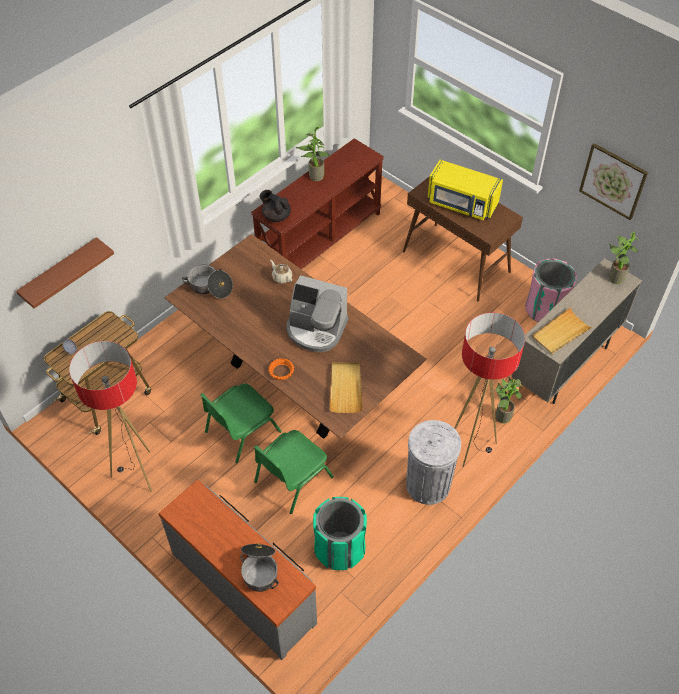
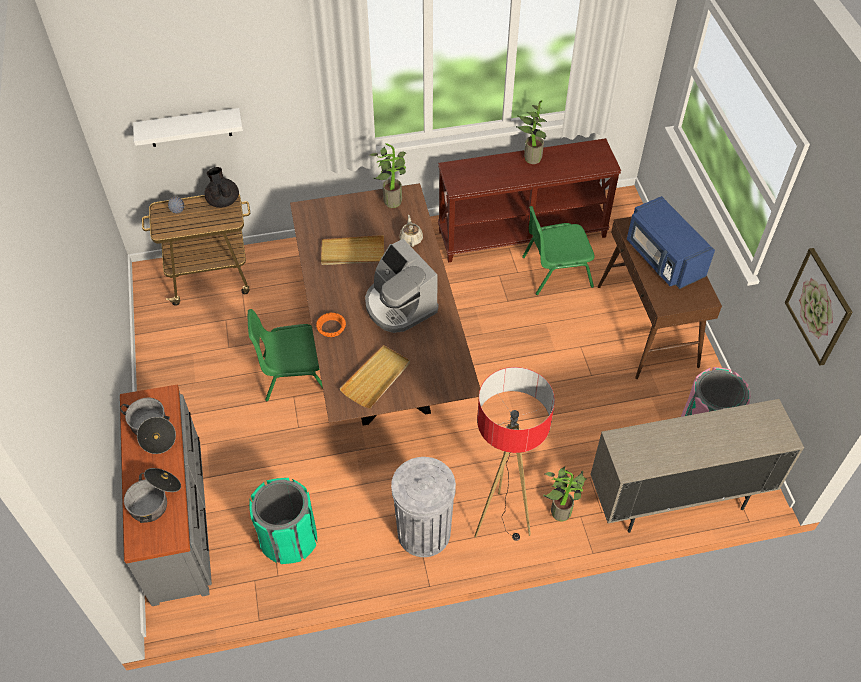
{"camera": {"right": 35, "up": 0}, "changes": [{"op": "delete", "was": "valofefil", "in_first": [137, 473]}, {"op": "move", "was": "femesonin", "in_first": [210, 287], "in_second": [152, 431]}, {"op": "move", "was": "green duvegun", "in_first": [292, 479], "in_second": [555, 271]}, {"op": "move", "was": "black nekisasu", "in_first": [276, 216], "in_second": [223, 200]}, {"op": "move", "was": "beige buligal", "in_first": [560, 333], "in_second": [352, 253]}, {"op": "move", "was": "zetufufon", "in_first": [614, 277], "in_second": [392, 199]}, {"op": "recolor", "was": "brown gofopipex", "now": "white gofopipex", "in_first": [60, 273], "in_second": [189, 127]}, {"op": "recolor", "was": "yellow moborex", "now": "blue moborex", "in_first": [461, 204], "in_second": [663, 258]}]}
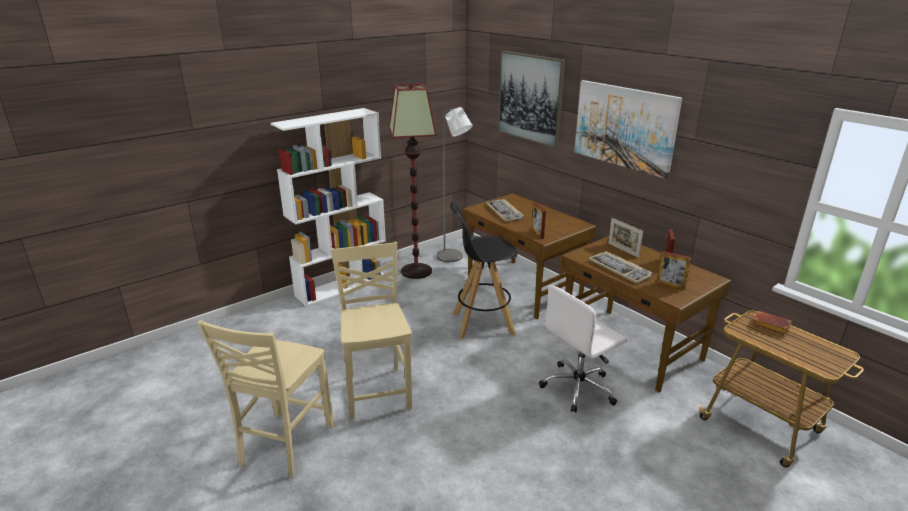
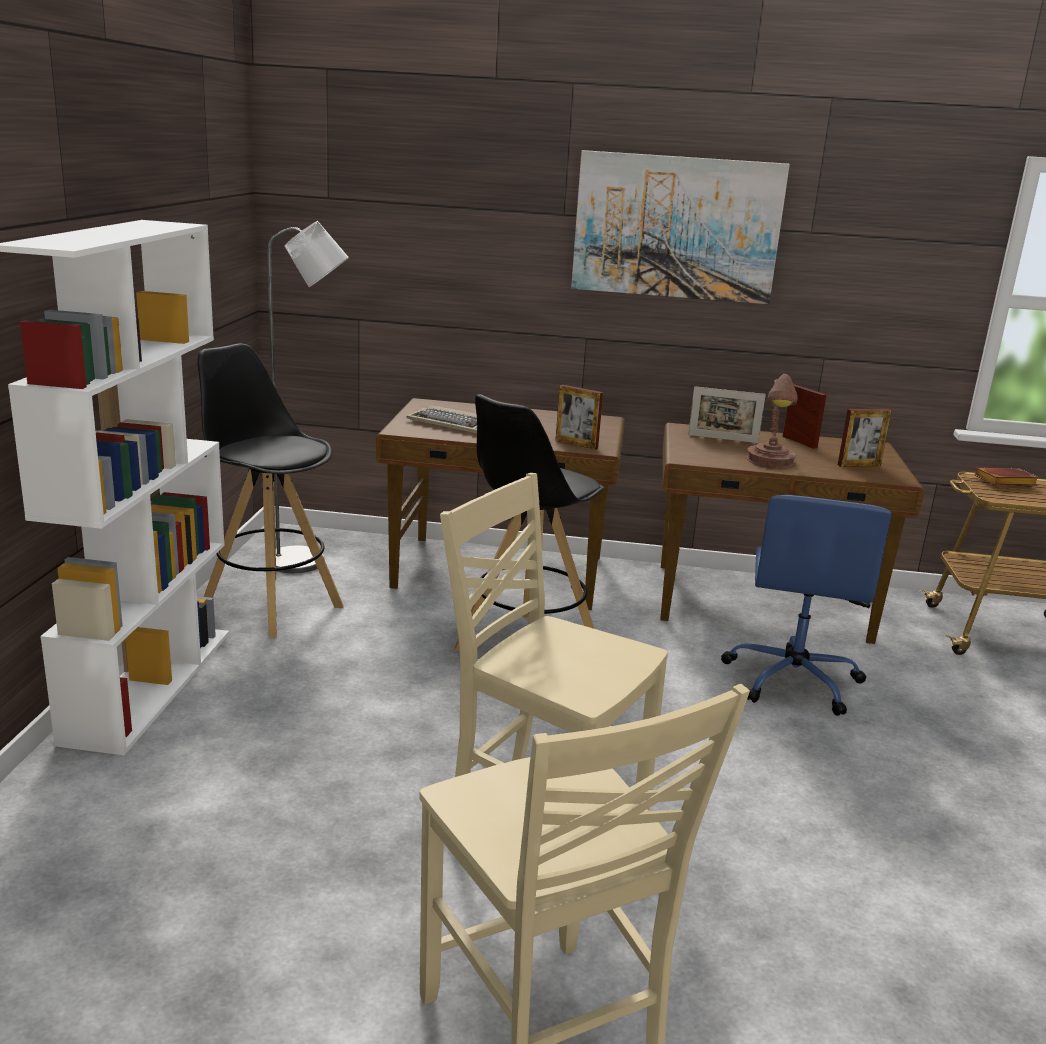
{"camera": {"right": -45, "up": -5}, "changes": [{"op": "delete", "was": "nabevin", "in_first": [530, 98]}, {"op": "replace", "was": "valofefil", "now": "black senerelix", "in_first": [416, 271], "in_second": [271, 604]}, {"op": "replace", "was": "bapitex", "now": "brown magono", "in_first": [620, 269], "in_second": [770, 461]}, {"op": "recolor", "was": "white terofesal", "now": "blue terofesal", "in_first": [579, 388], "in_second": [793, 680]}]}
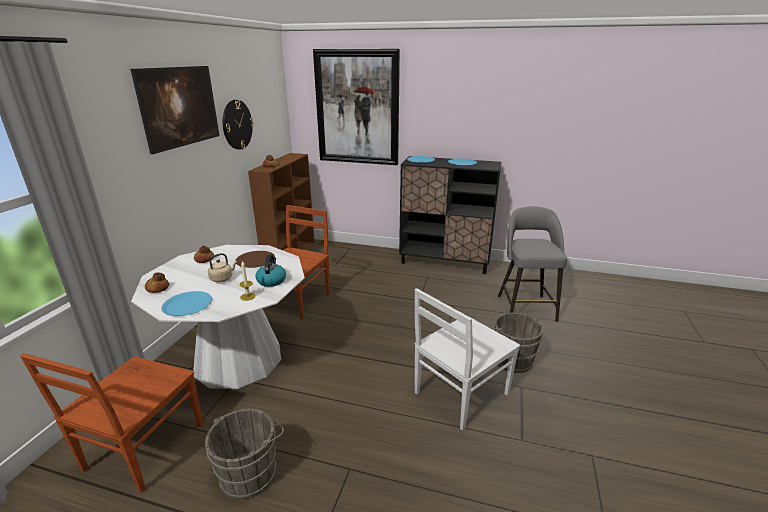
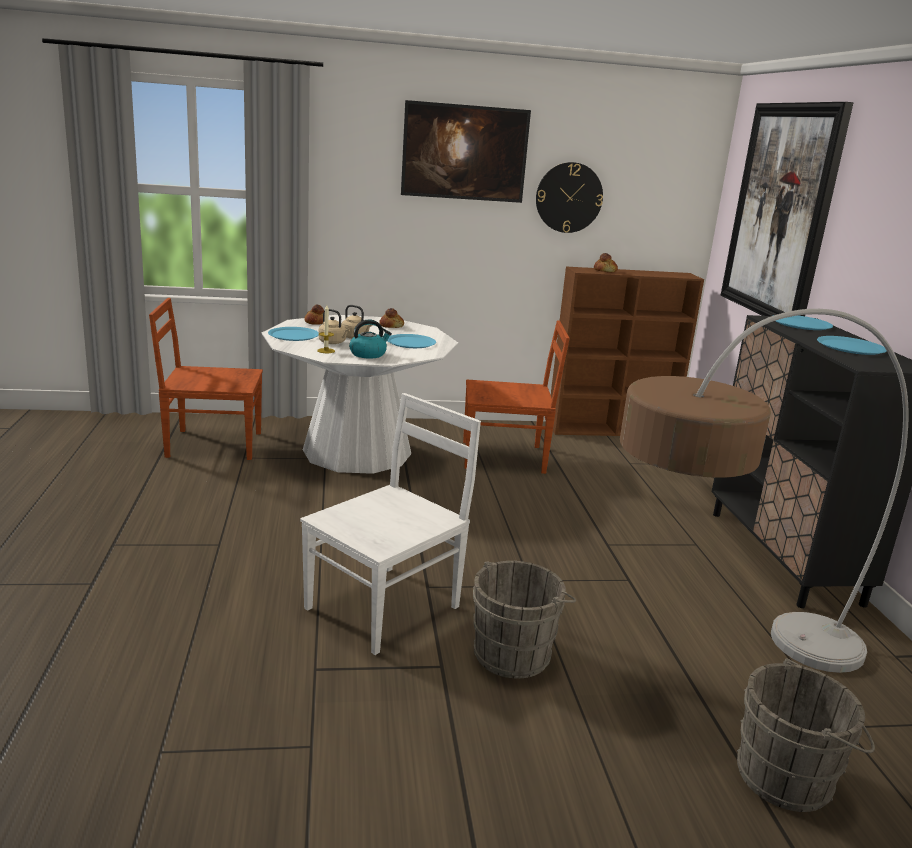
{"camera": {"right": 65, "up": -5}, "changes": [{"op": "insert", "now": "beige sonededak", "in_second": [333, 342]}, {"op": "move", "was": "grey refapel", "in_first": [251, 472], "in_second": [790, 778]}, {"op": "replace", "was": "grey senerelix", "now": "valofefil", "in_first": [525, 307], "in_second": [720, 667]}, {"op": "recolor", "was": "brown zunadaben", "now": "blue zunadaben", "in_first": [255, 260], "in_second": [411, 342]}, {"op": "rotate", "was": "white duvegun", "in_first": [459, 394], "in_second": [386, 606], "clockwise": 105}]}
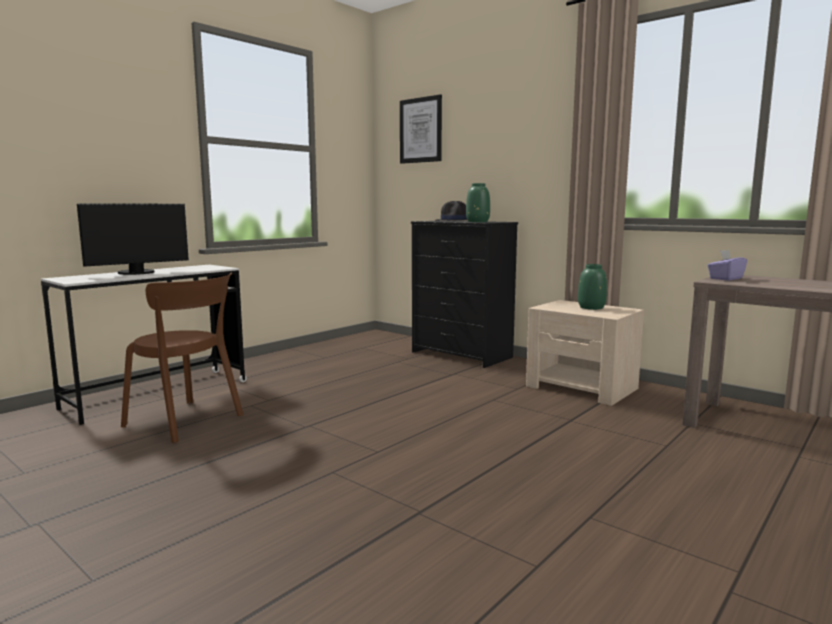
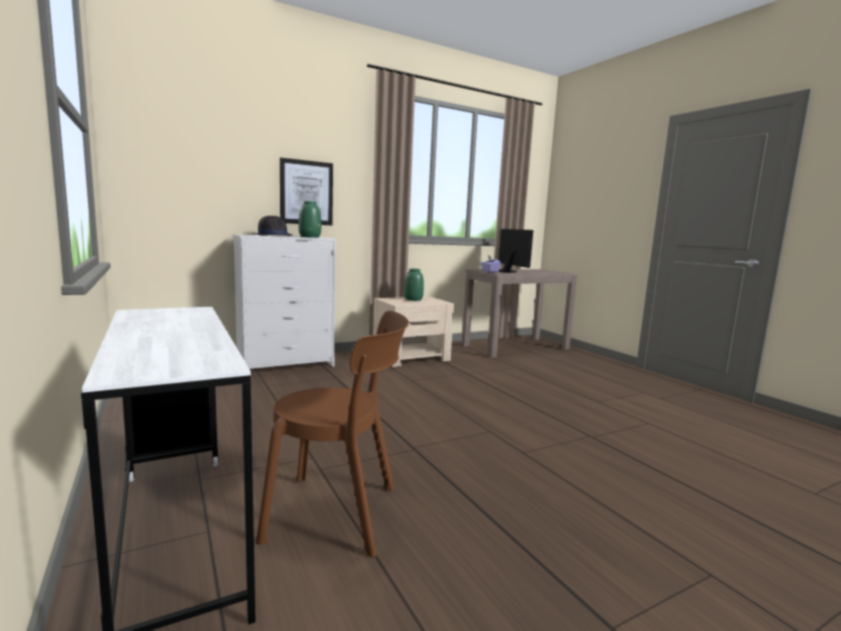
{"camera": {"right": -70, "up": 0}, "changes": [{"op": "move", "was": "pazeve", "in_first": [137, 273], "in_second": [508, 271]}, {"op": "move", "was": "nabevin", "in_first": [421, 130], "in_second": [306, 192]}, {"op": "recolor", "was": "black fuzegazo", "now": "white fuzegazo", "in_first": [462, 355], "in_second": [286, 364]}, {"op": "rotate", "was": "brown duvegun", "in_first": [187, 422], "in_second": [339, 514], "clockwise": 45}]}
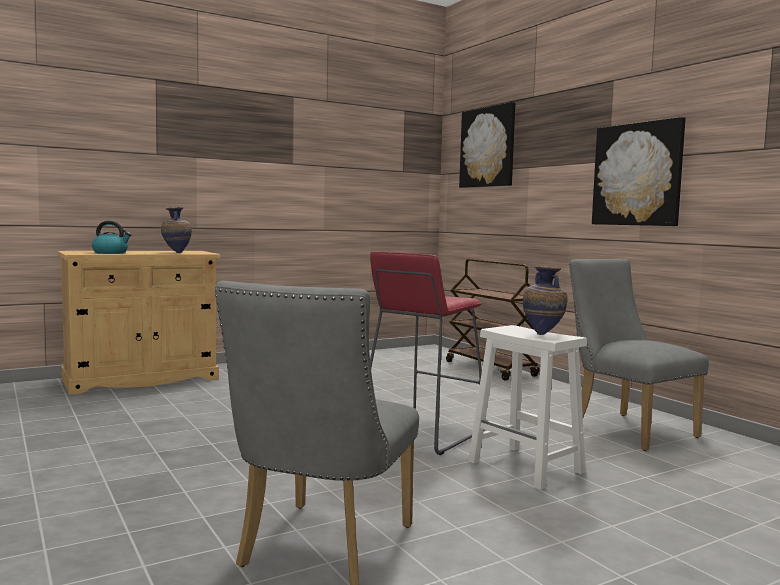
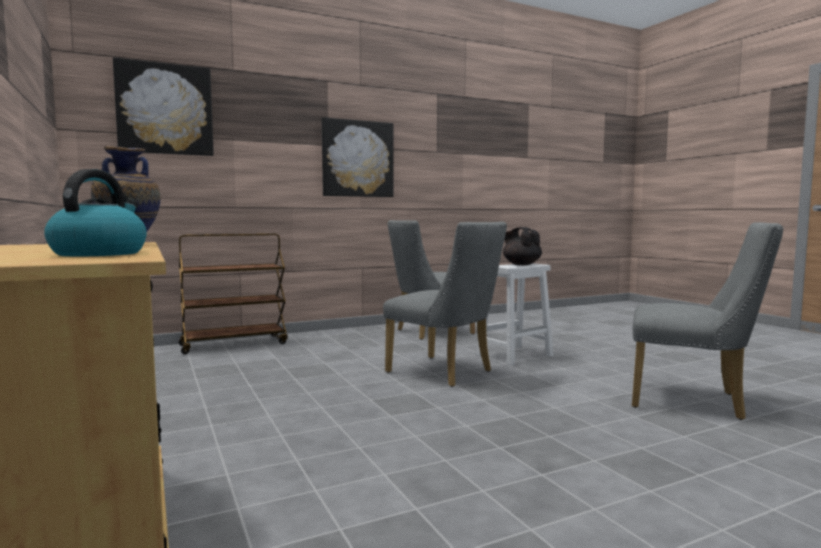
{"camera": {"right": -85, "up": 0}, "changes": [{"op": "replace", "was": "red senerelix", "now": "grey duvegun", "in_first": [421, 433], "in_second": [446, 373]}, {"op": "replace", "was": "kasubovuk", "now": "black nekisasu", "in_first": [543, 334], "in_second": [521, 264]}]}
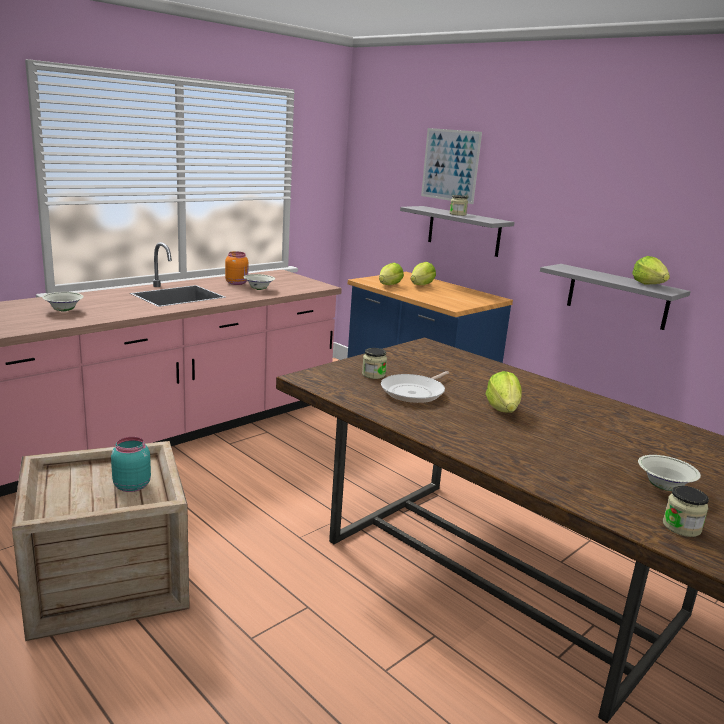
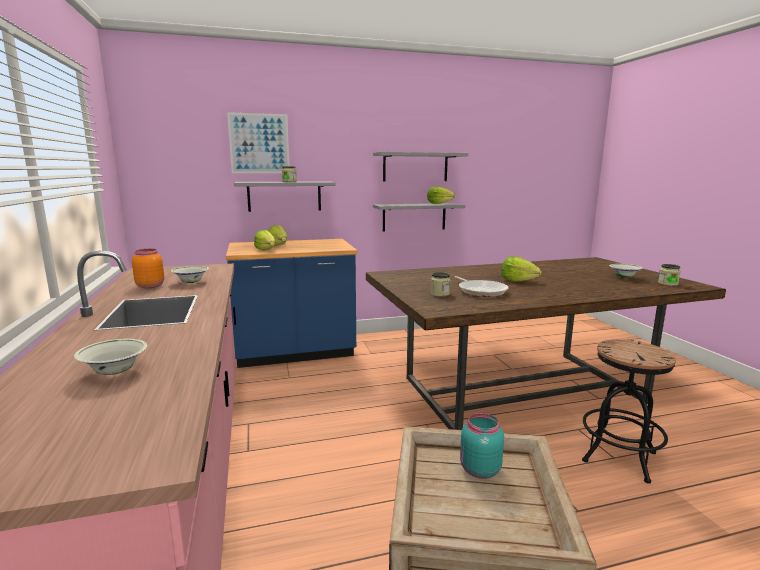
{"camera": {"right": -60, "up": -5}, "changes": [{"op": "insert", "now": "grey gofopipex", "in_second": [415, 167]}, {"op": "insert", "now": "black senerelix", "in_second": [619, 457]}]}
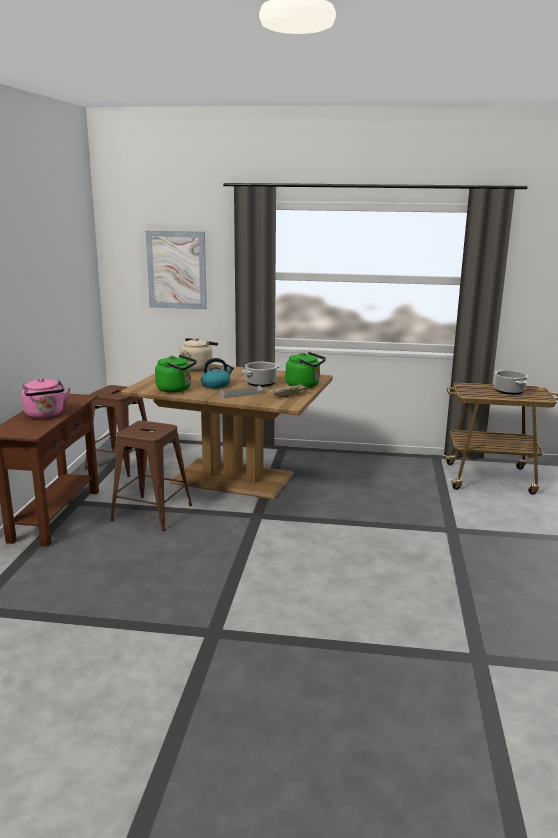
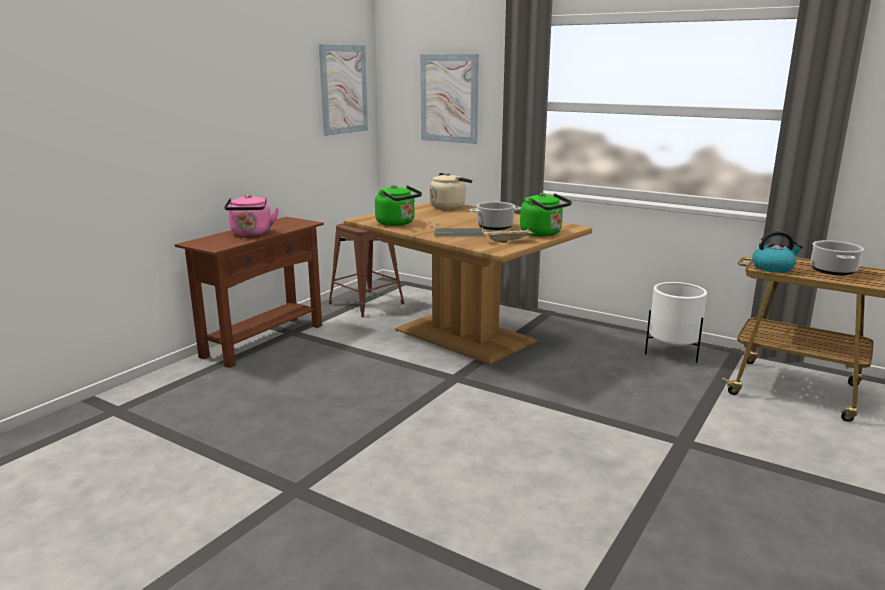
{"camera": {"right": 25, "up": 0}, "changes": [{"op": "delete", "was": "brown senerelix", "in_first": [152, 512]}, {"op": "insert", "now": "nabevin", "in_second": [343, 89]}, {"op": "insert", "now": "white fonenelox", "in_second": [672, 353]}, {"op": "move", "was": "sonededak", "in_first": [216, 385], "in_second": [773, 268]}]}
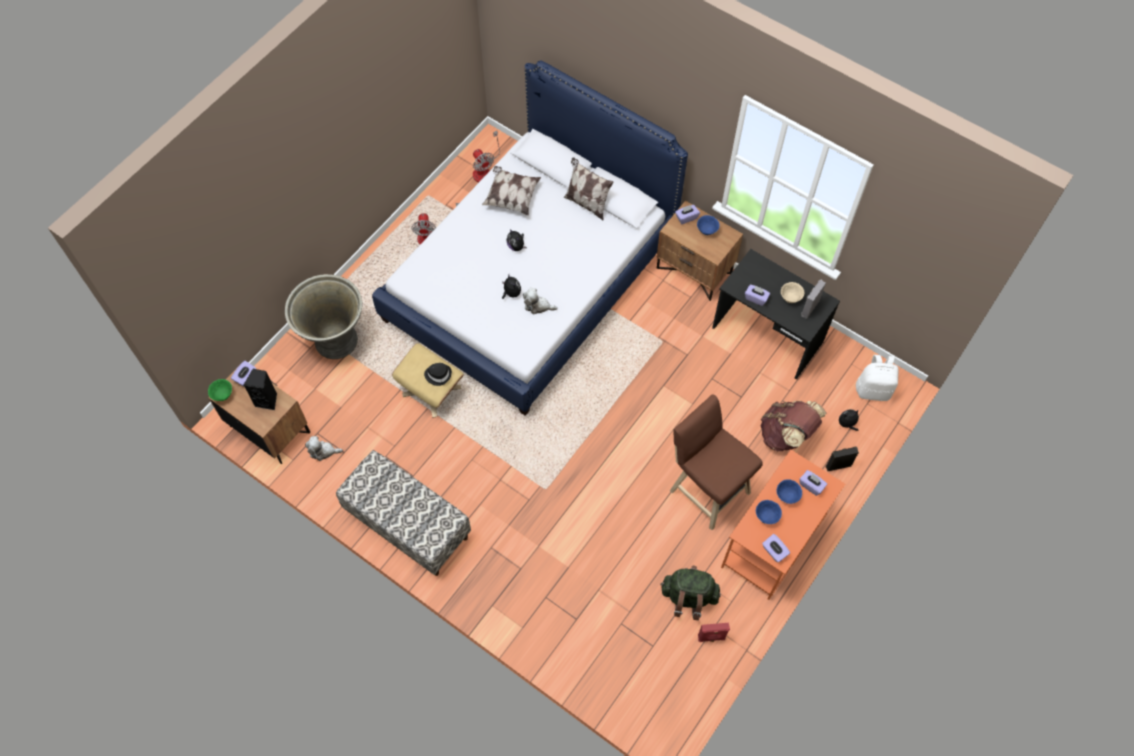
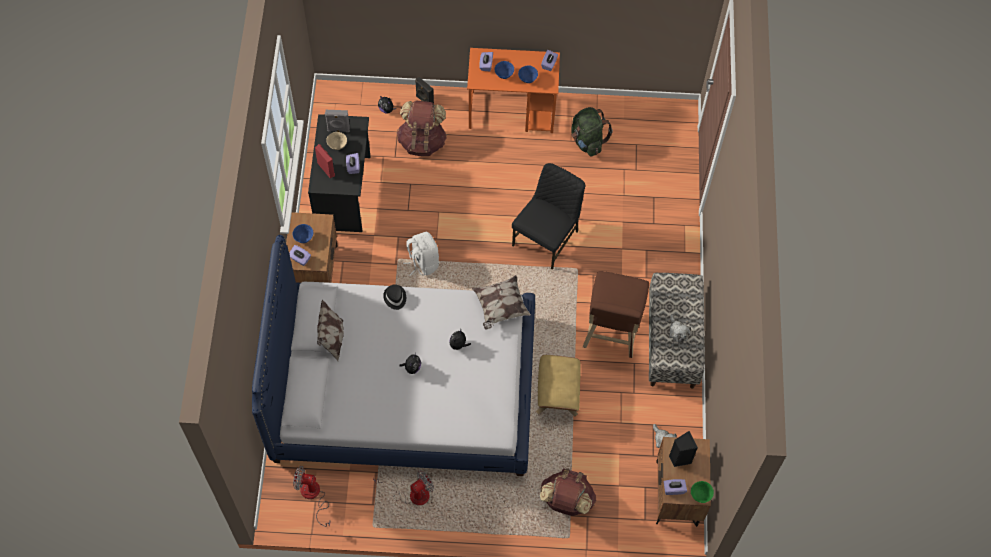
{"camera": {"right": -125, "up": 0}, "changes": [{"op": "insert", "now": "black duvegun", "in_second": [547, 238]}, {"op": "move", "was": "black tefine", "in_first": [438, 374], "in_second": [395, 298]}, {"op": "move", "was": "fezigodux", "in_first": [511, 197], "in_second": [500, 307]}, {"op": "move", "was": "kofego", "in_first": [538, 306], "in_second": [677, 332]}, {"op": "move", "was": "brown senerelix", "in_first": [706, 488], "in_second": [611, 334]}, {"op": "move", "was": "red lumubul", "in_first": [711, 638], "in_second": [326, 169]}, {"op": "move", "was": "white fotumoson", "in_first": [873, 389], "in_second": [422, 262]}, {"op": "replace", "was": "grey fonenelox", "now": "brown fotumoson", "in_first": [335, 340], "in_second": [566, 501]}, {"op": "rotate", "was": "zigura", "in_first": [484, 169], "in_second": [313, 496], "clockwise": -105}]}
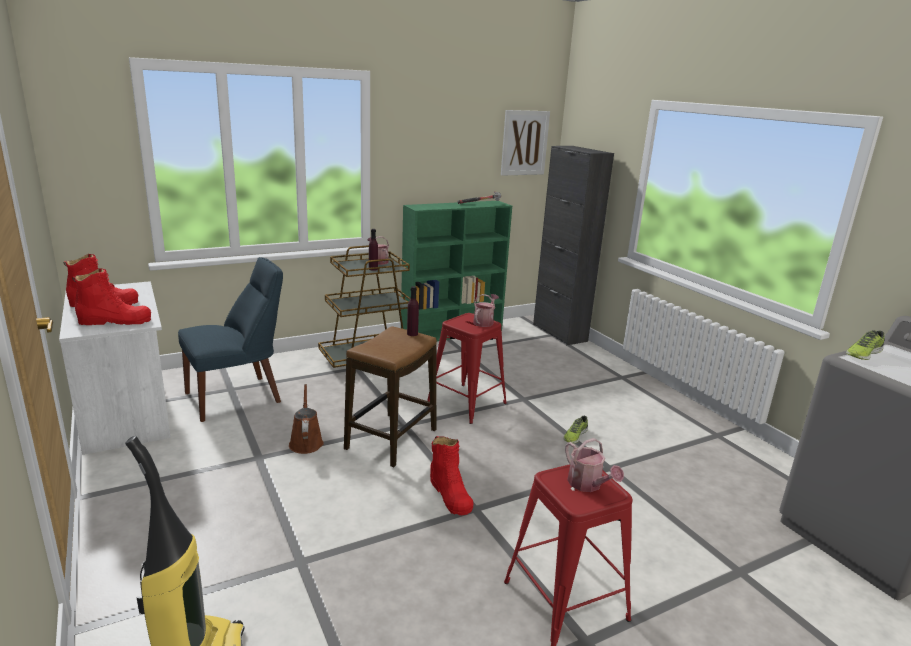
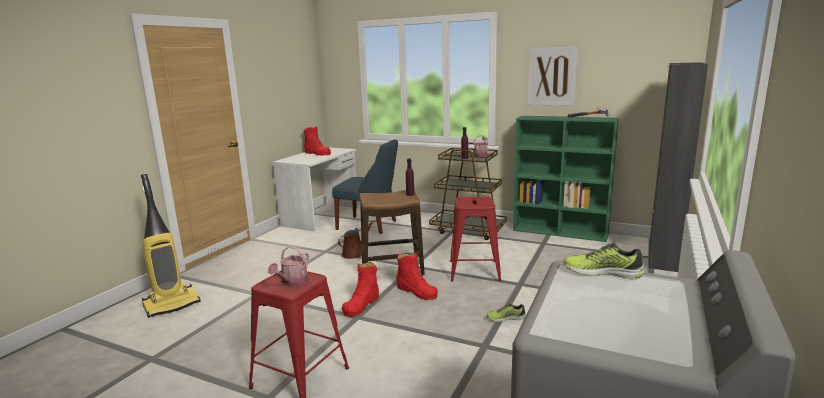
{"camera": {"right": 55, "up": -5}, "changes": [{"op": "delete", "was": "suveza", "in_first": [484, 322]}, {"op": "move", "was": "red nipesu", "in_first": [115, 321], "in_second": [416, 291]}, {"op": "move", "was": "nabevin", "in_first": [524, 143], "in_second": [552, 76]}]}
